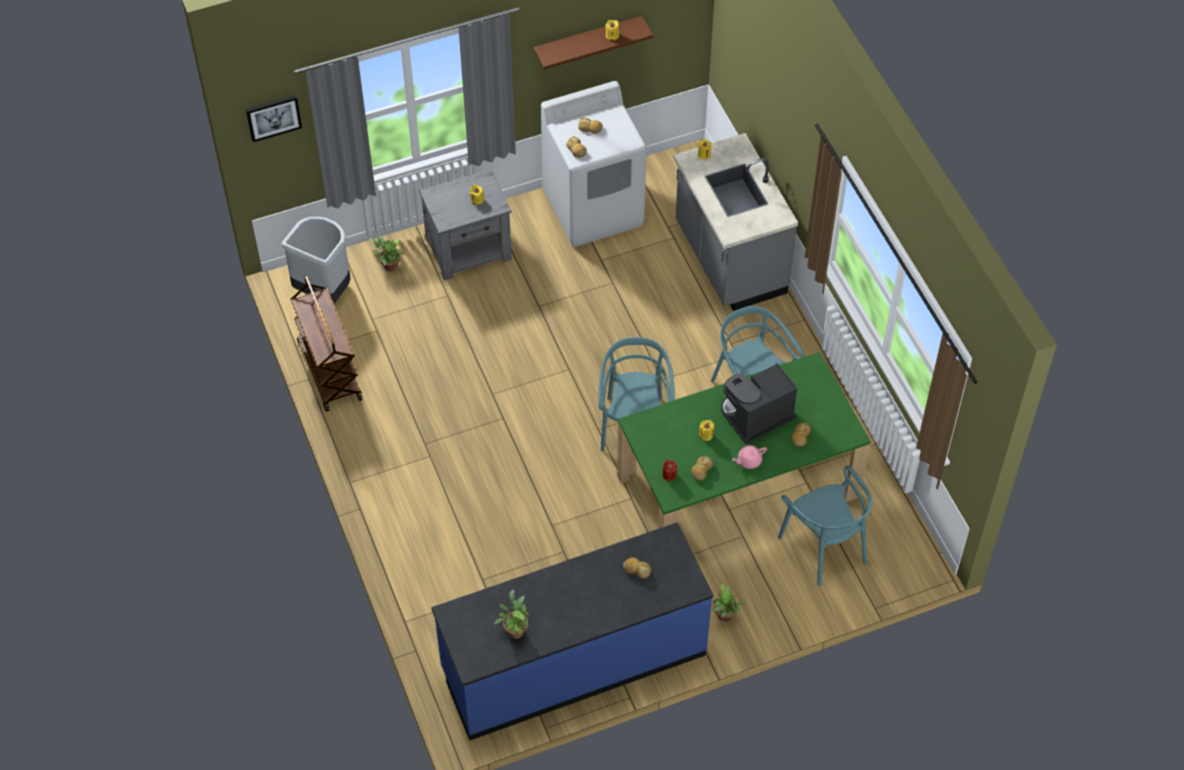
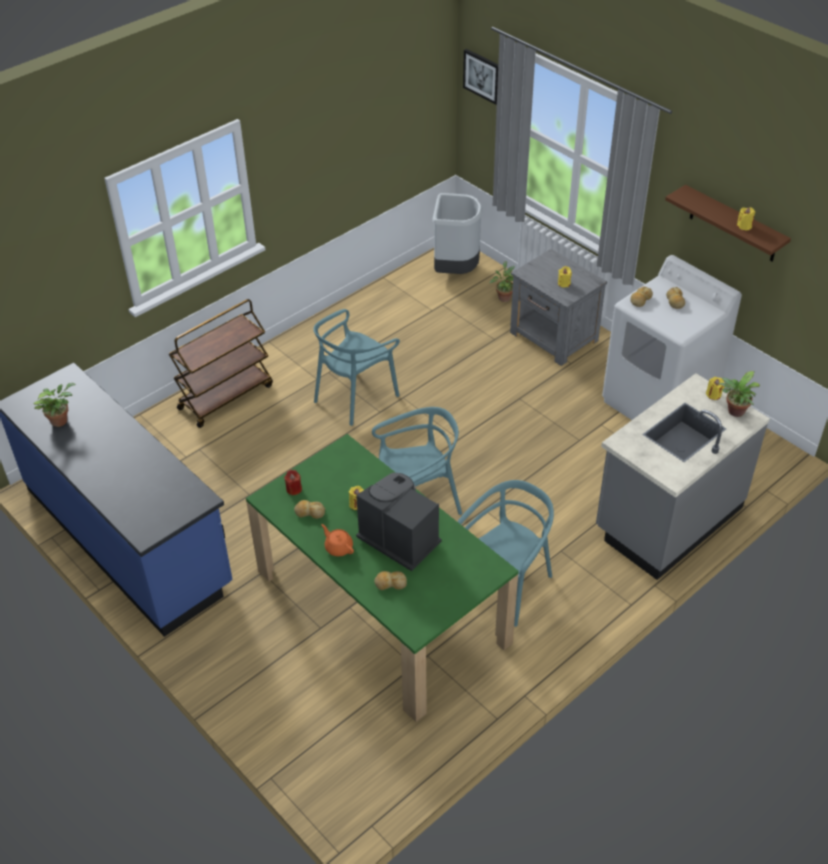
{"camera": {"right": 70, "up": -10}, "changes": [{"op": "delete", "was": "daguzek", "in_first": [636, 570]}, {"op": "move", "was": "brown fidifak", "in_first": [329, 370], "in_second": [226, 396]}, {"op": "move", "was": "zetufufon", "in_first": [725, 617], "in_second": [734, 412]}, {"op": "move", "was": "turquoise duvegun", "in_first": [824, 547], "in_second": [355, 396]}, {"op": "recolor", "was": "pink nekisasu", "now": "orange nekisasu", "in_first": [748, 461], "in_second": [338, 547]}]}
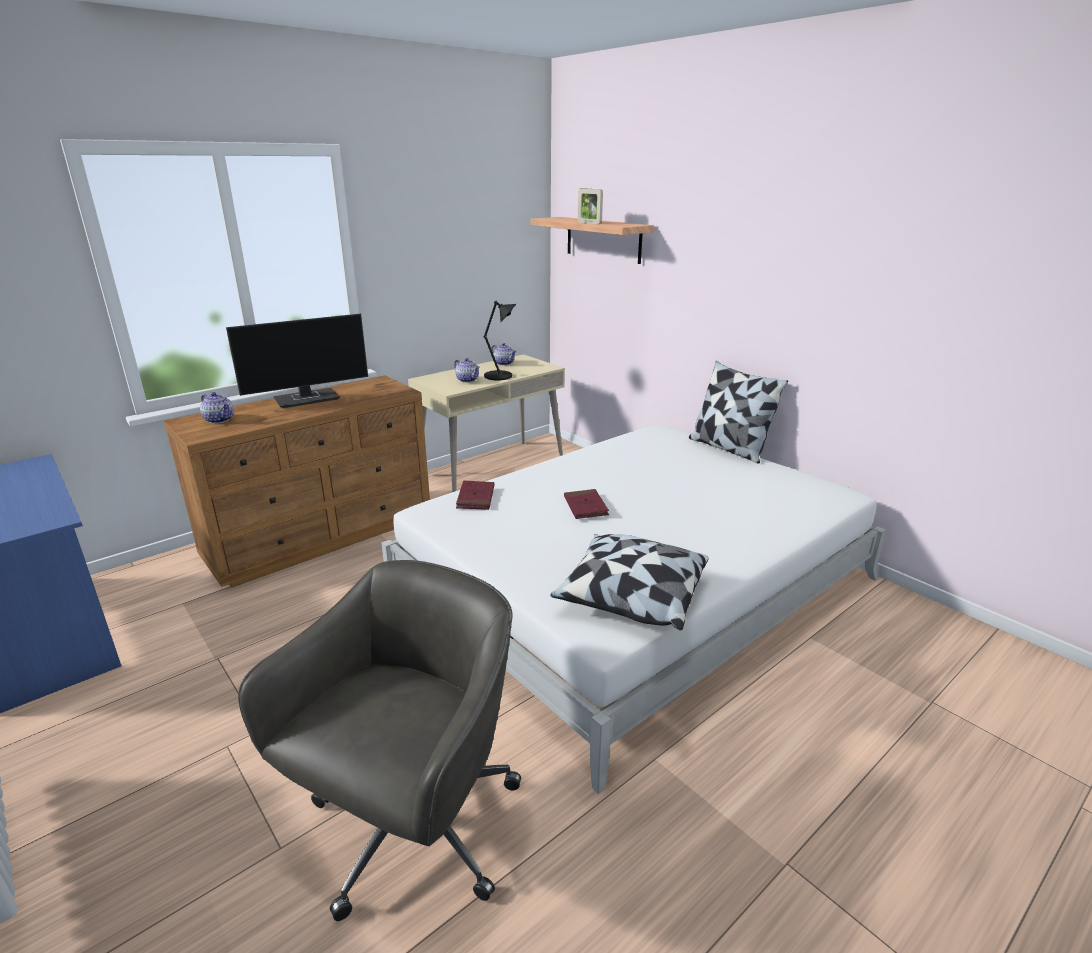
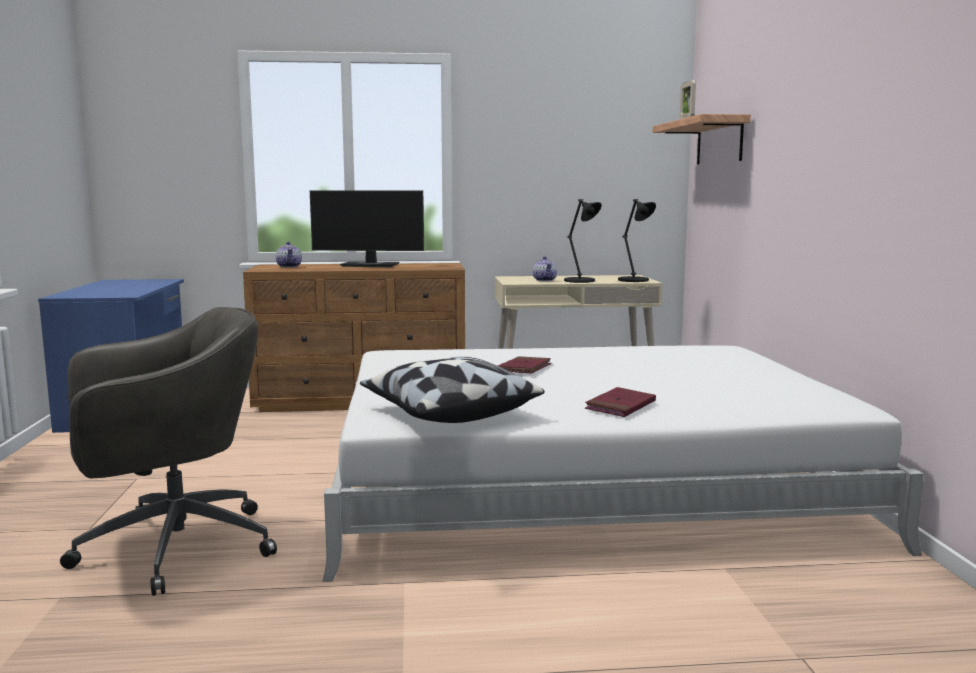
{"camera": {"right": 35, "up": -15}, "changes": [{"op": "delete", "was": "nekisasu", "in_first": [504, 363]}, {"op": "delete", "was": "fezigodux", "in_first": [729, 448]}, {"op": "insert", "now": "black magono", "in_second": [635, 280]}, {"op": "move", "was": "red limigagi", "in_first": [476, 498], "in_second": [620, 406]}]}
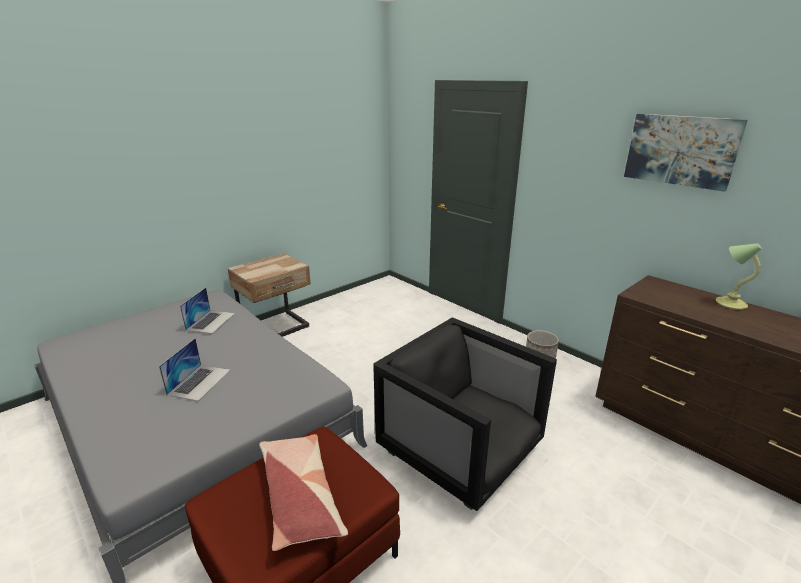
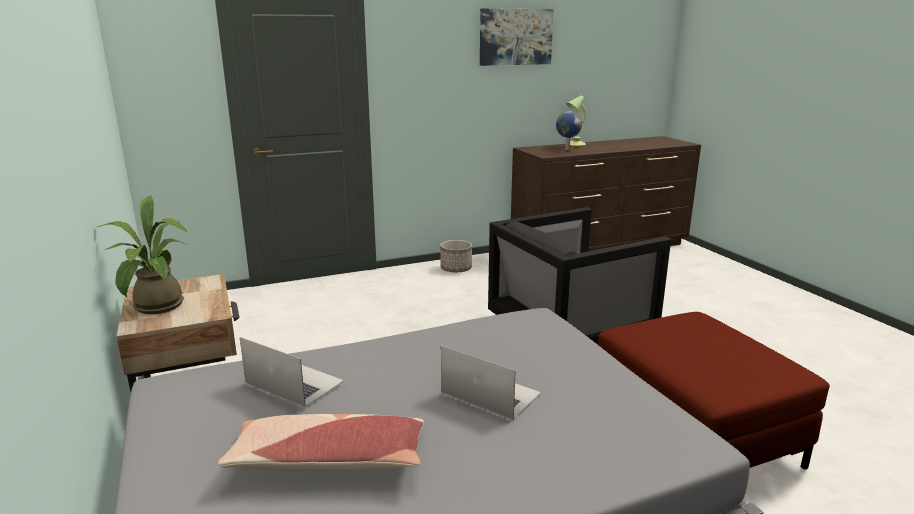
{"camera": {"right": -70, "up": -5}, "changes": [{"op": "insert", "now": "zetufufon", "in_second": [156, 308]}, {"op": "insert", "now": "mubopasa", "in_second": [566, 149]}, {"op": "move", "was": "fezigodux", "in_first": [300, 496], "in_second": [327, 461]}]}
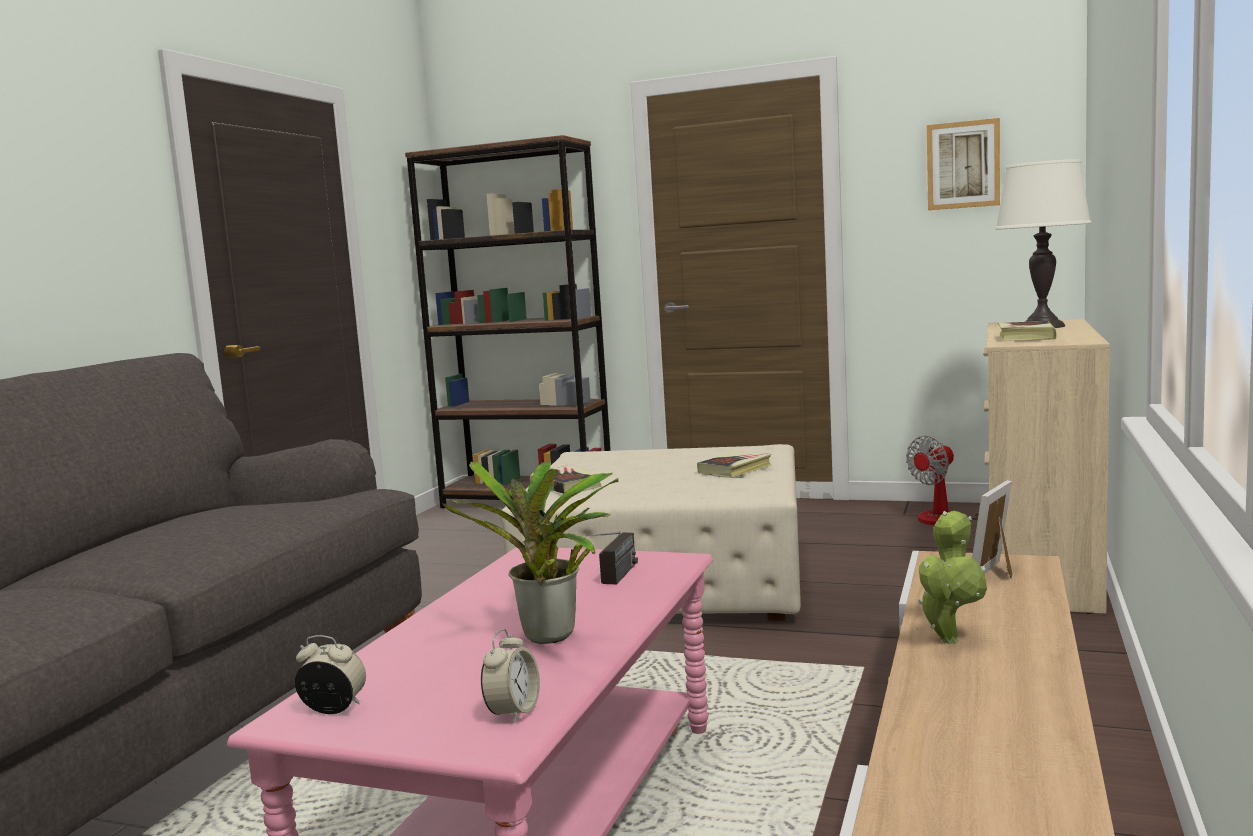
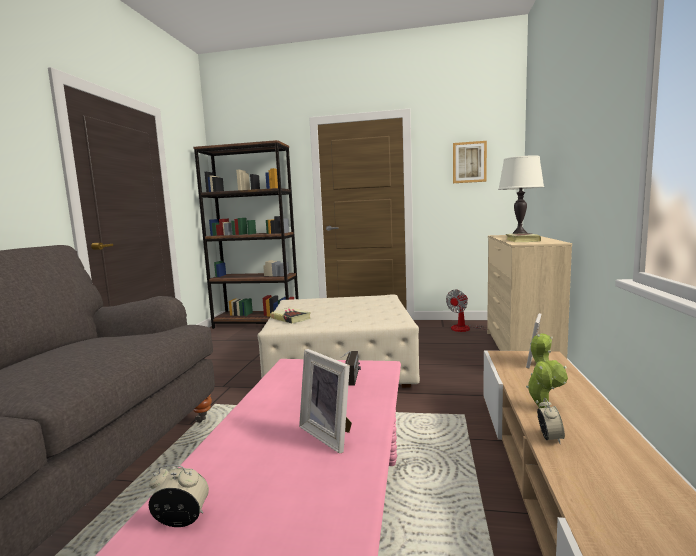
{"camera": {"right": -10, "up": 0}, "changes": [{"op": "delete", "was": "limigagi", "in_first": [735, 469]}, {"op": "move", "was": "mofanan", "in_first": [513, 712], "in_second": [549, 438]}, {"op": "replace", "was": "zetufufon", "now": "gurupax", "in_first": [549, 639], "in_second": [330, 434]}]}
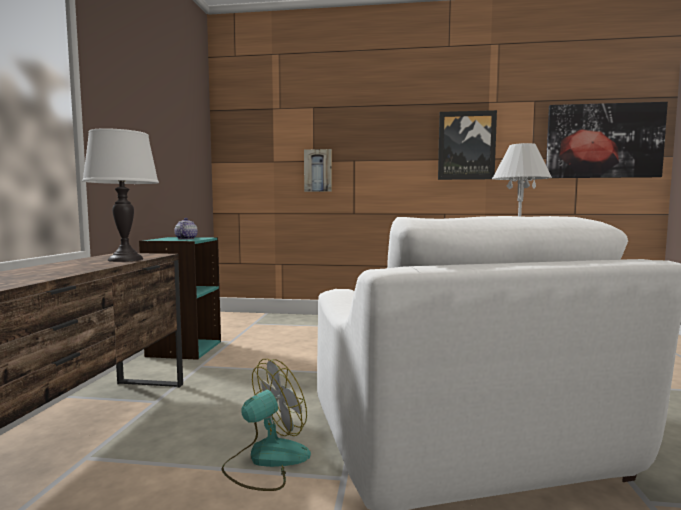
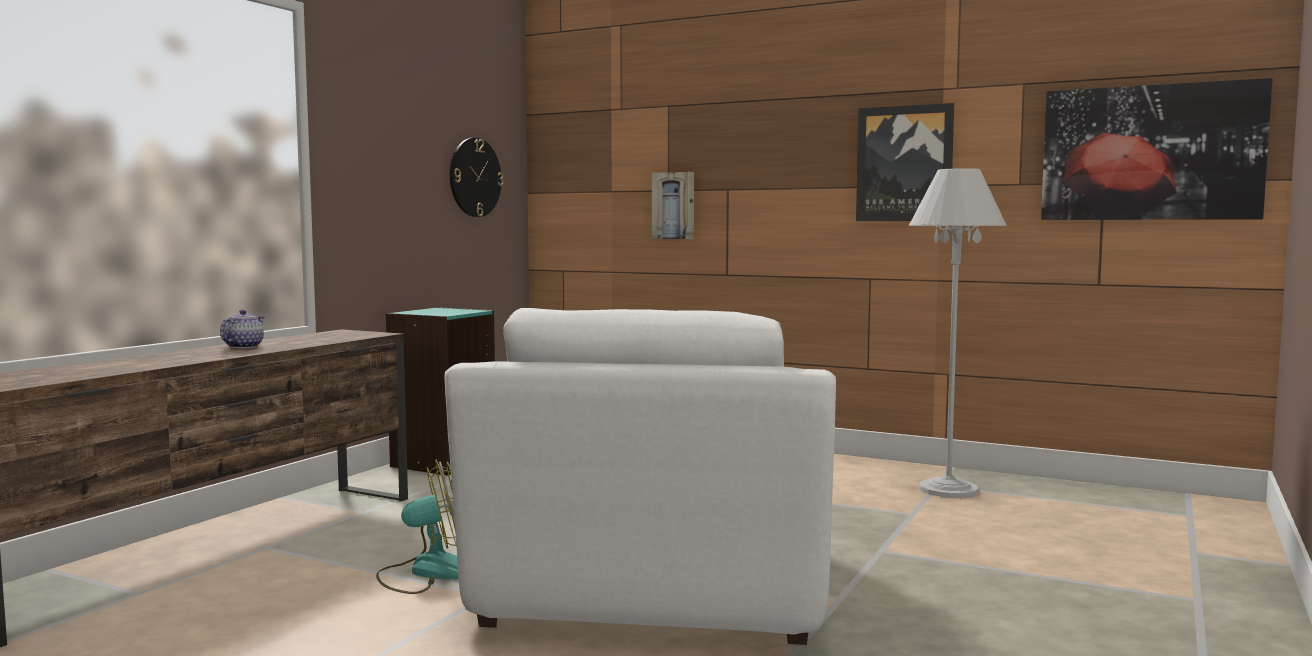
{"camera": {"right": 20, "up": 0}, "changes": [{"op": "delete", "was": "white magono", "in_first": [125, 259]}, {"op": "insert", "now": "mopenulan", "in_second": [475, 177]}, {"op": "move", "was": "nekisasu", "in_first": [186, 239], "in_second": [244, 347]}]}
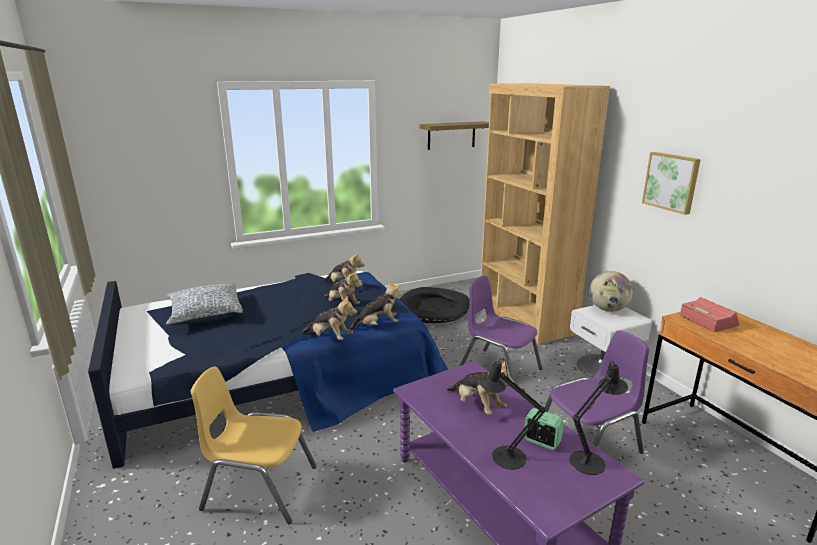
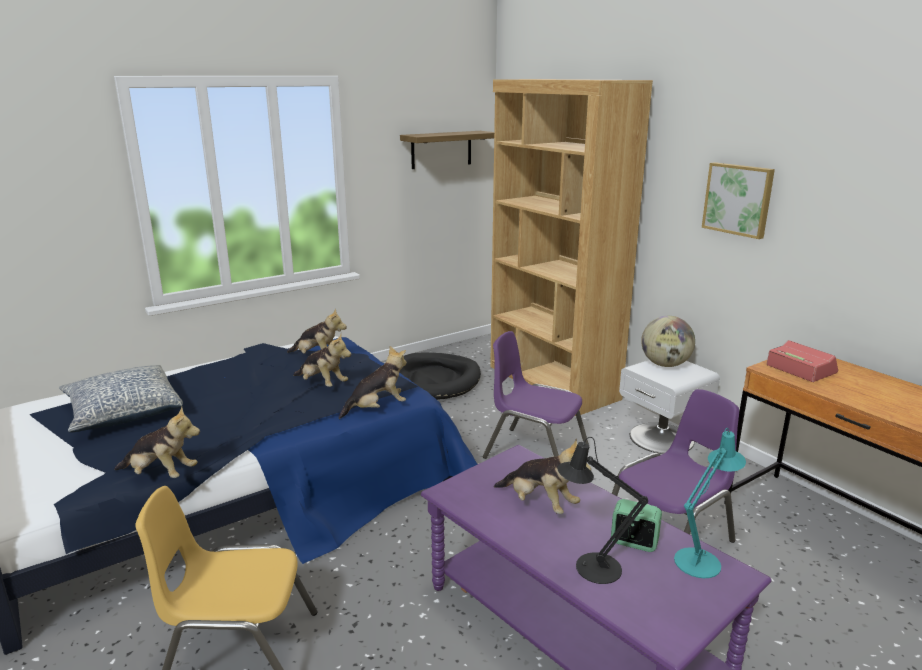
{"camera": {"right": -10, "up": 0}, "changes": [{"op": "move", "was": "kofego", "in_first": [330, 338], "in_second": [161, 474]}, {"op": "recolor", "was": "black magono", "now": "turquoise magono", "in_first": [590, 460], "in_second": [701, 559]}]}
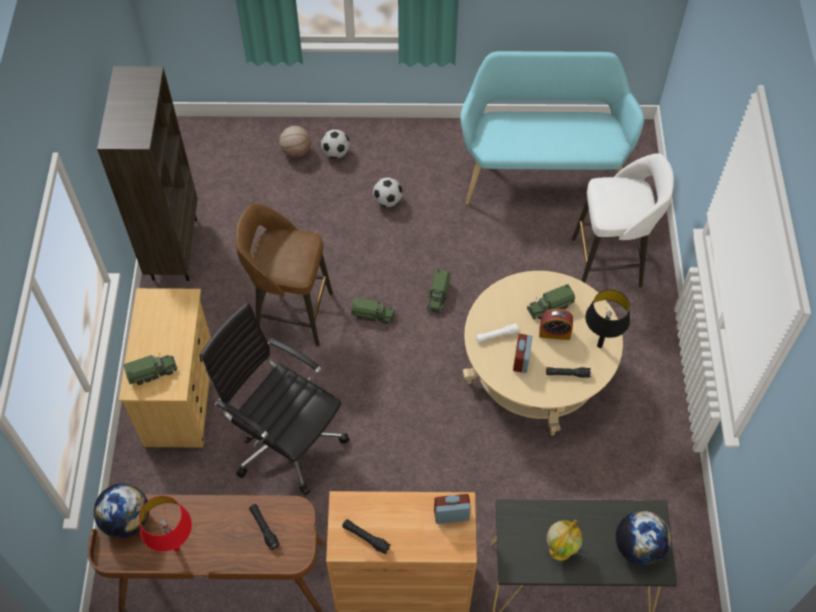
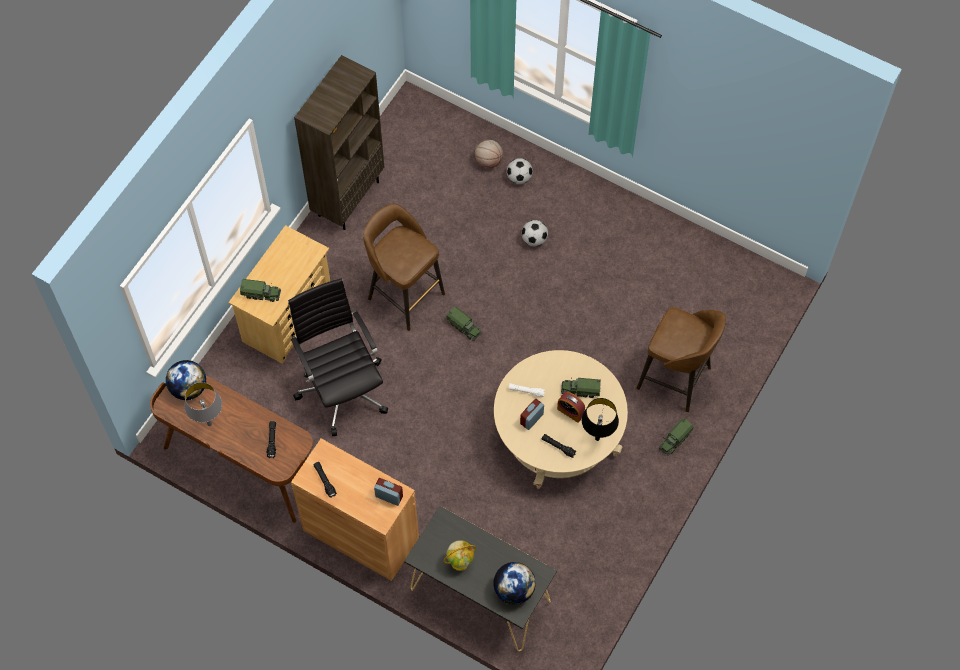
{"camera": {"right": 30, "up": 5}, "changes": [{"op": "delete", "was": "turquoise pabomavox", "in_first": [541, 172]}, {"op": "move", "was": "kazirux", "in_first": [438, 296], "in_second": [675, 440]}, {"op": "recolor", "was": "red magono", "now": "grey magono", "in_first": [176, 548], "in_second": [209, 424]}, {"op": "recolor", "was": "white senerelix", "now": "brown senerelix", "in_first": [609, 263], "in_second": [676, 379]}]}
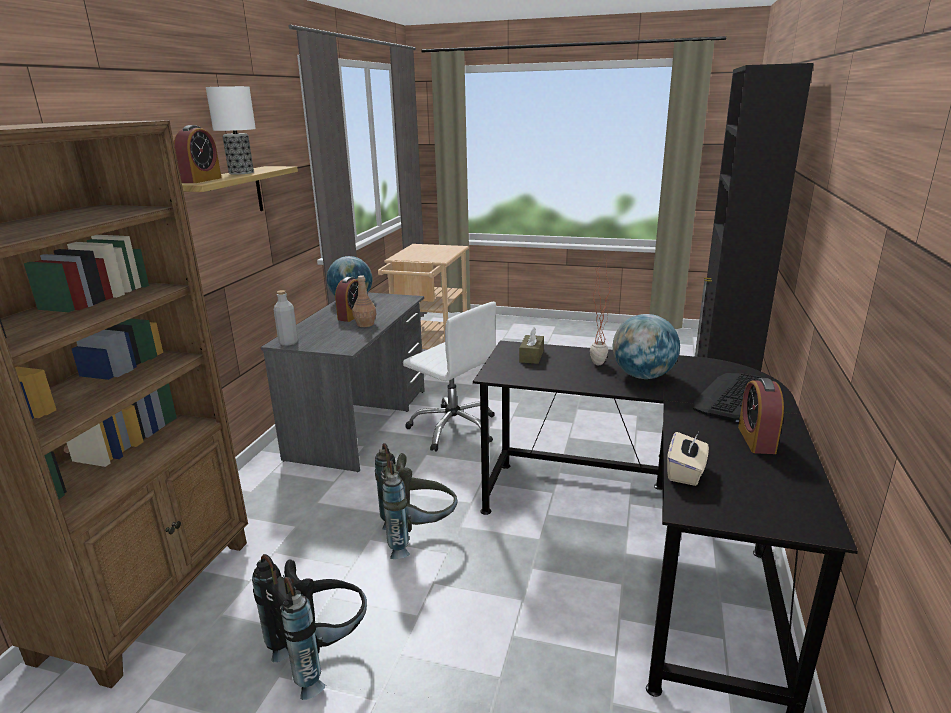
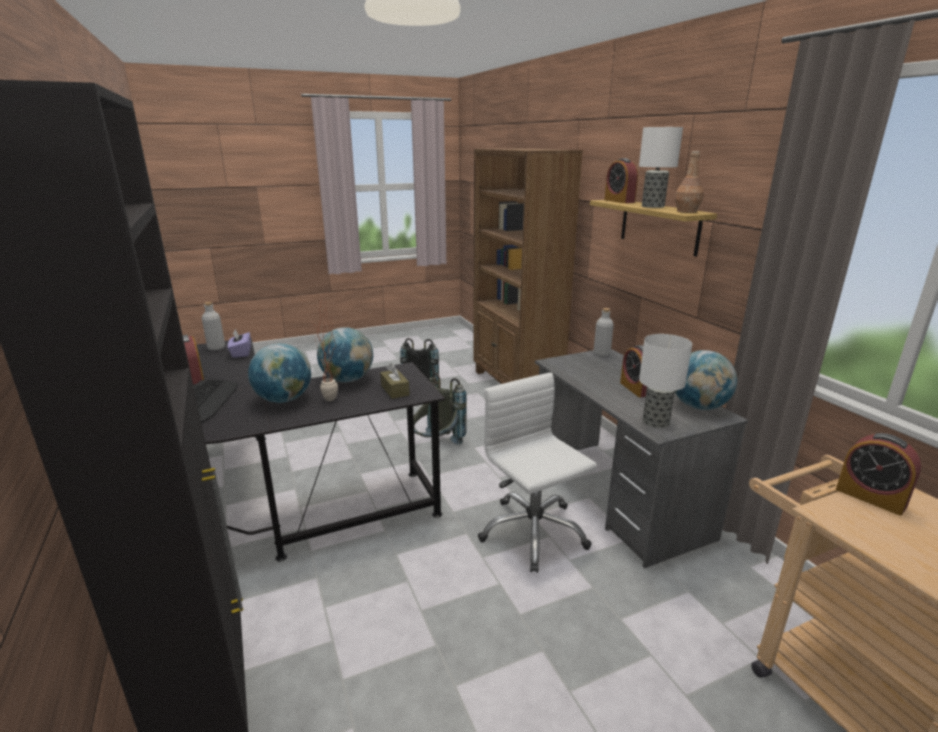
{"camera": {"right": 140, "up": 0}, "changes": [{"op": "insert", "now": "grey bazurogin", "in_second": [216, 348]}, {"op": "insert", "now": "mubopasa", "in_second": [347, 380]}, {"op": "insert", "now": "magono", "in_second": [656, 422]}, {"op": "insert", "now": "mofanan", "in_second": [870, 497]}, {"op": "move", "was": "brown bazurogin", "in_first": [365, 324], "in_second": [687, 211]}, {"op": "recolor", "was": "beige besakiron", "now": "purple besakiron", "in_first": [685, 472], "in_second": [241, 353]}, {"op": "rotate", "was": "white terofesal", "in_first": [454, 428], "in_second": [533, 532], "clockwise": 60}]}
